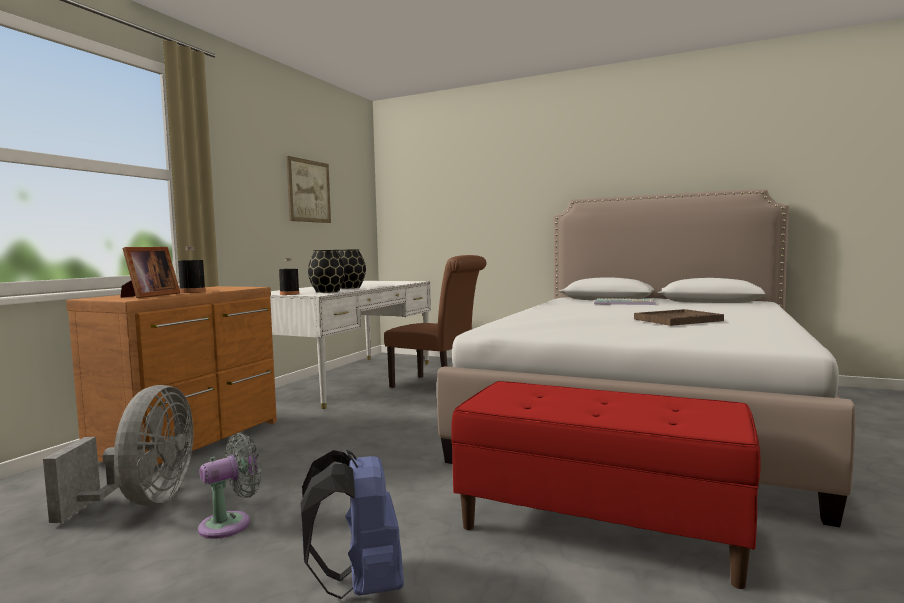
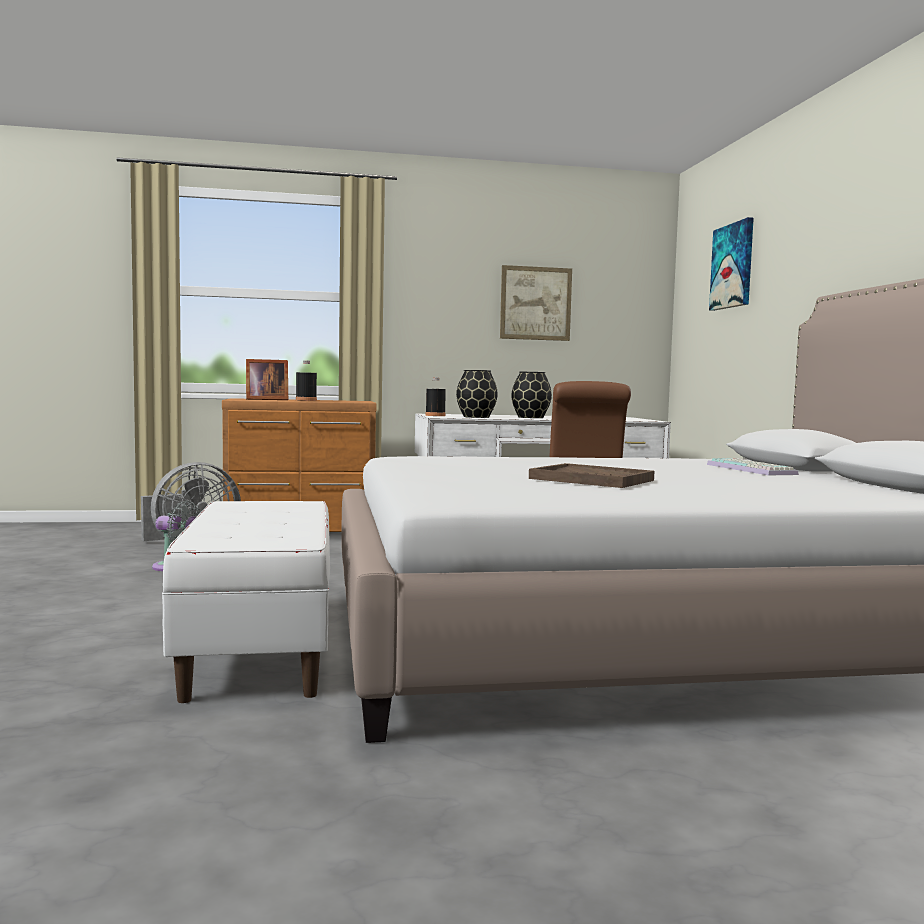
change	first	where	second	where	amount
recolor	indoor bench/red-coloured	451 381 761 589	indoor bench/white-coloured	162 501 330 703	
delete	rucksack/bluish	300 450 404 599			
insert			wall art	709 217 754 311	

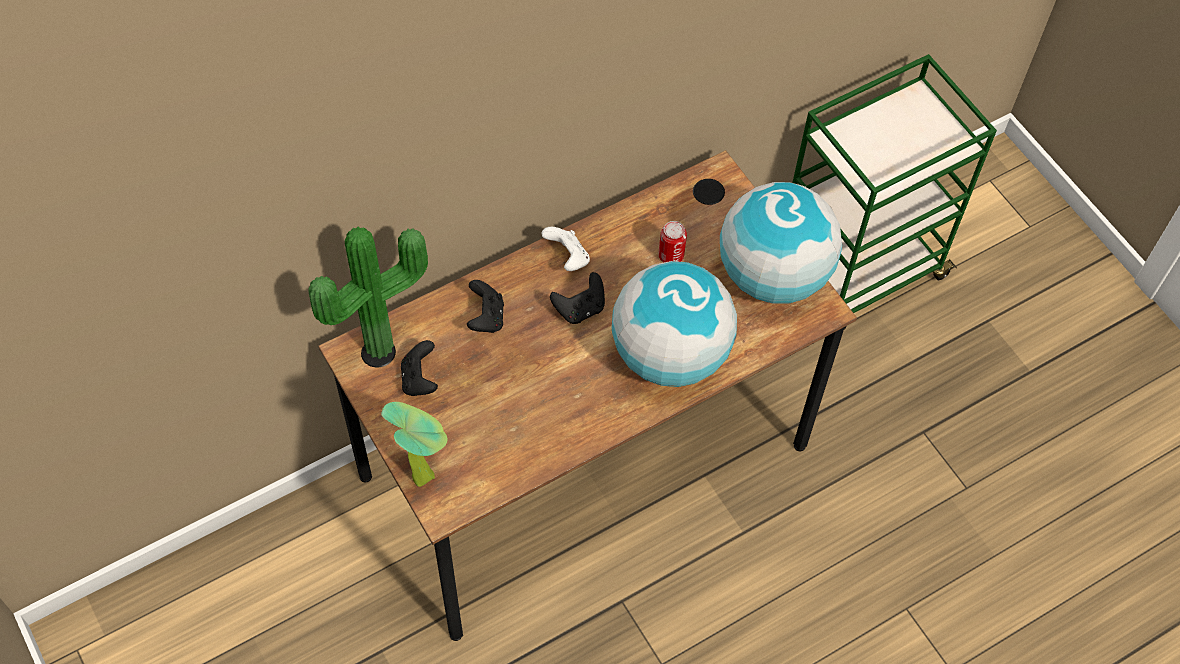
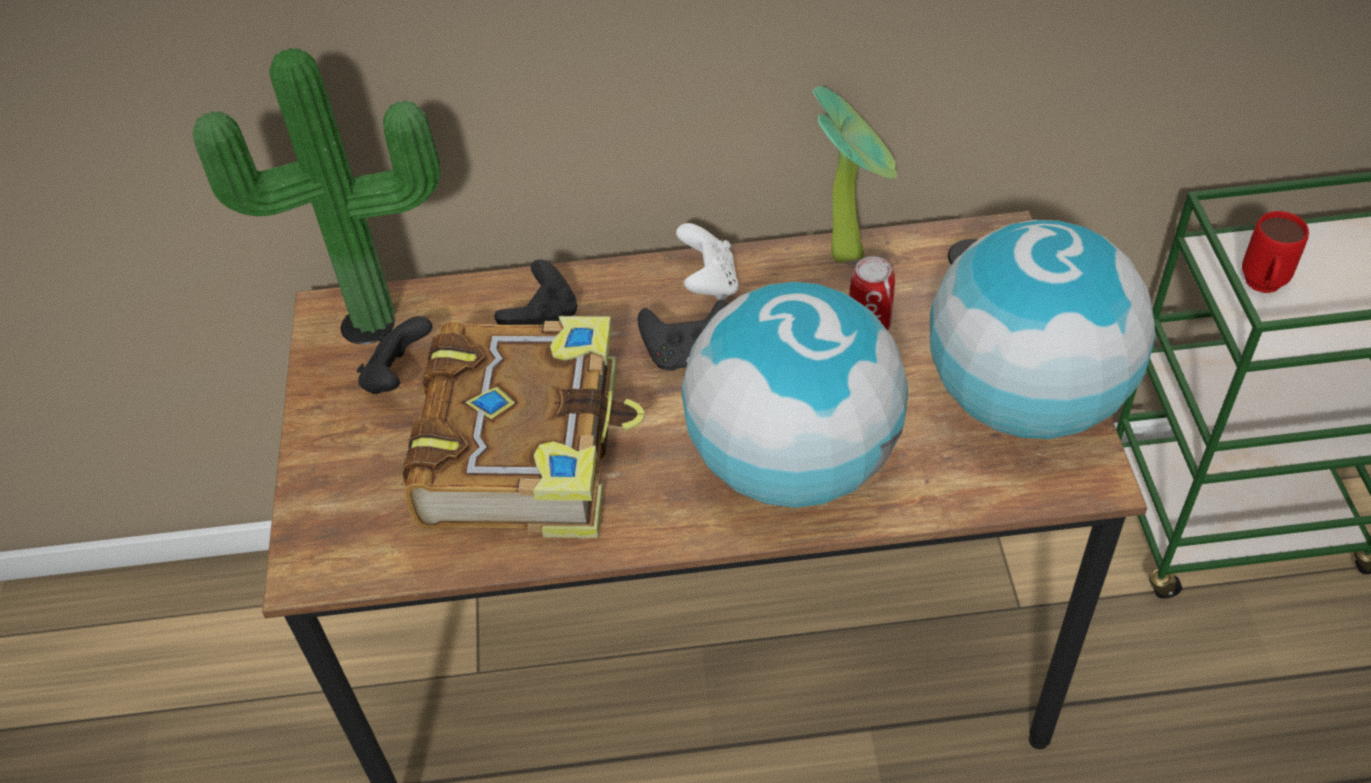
change	first	where	second	where	amount
move	plant in a pot	381 402 448 487		812 86 897 263	
insert			mug/red-coloured	1242 211 1309 293	
insert			book	402 316 645 538	

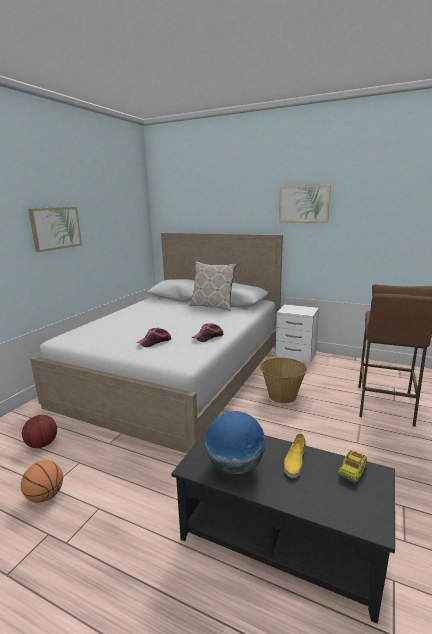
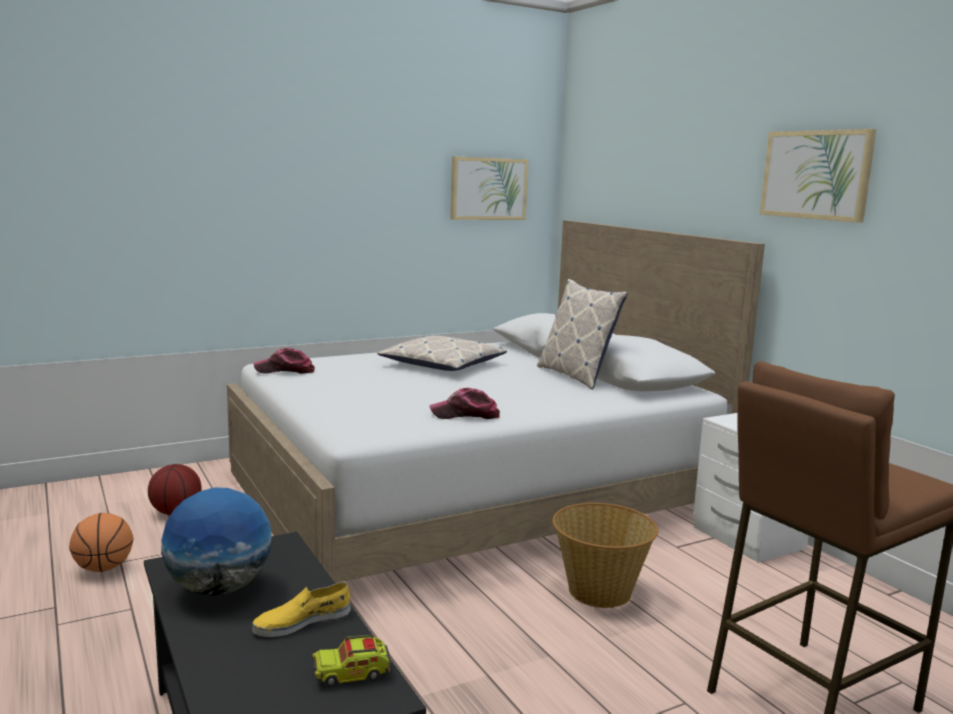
change	first	where	second	where	amount
move	wall art	28 207 82 252		450 156 528 220	
move	baseball cap	137 328 171 347		253 348 315 374	
insert			cushion	377 336 507 371	

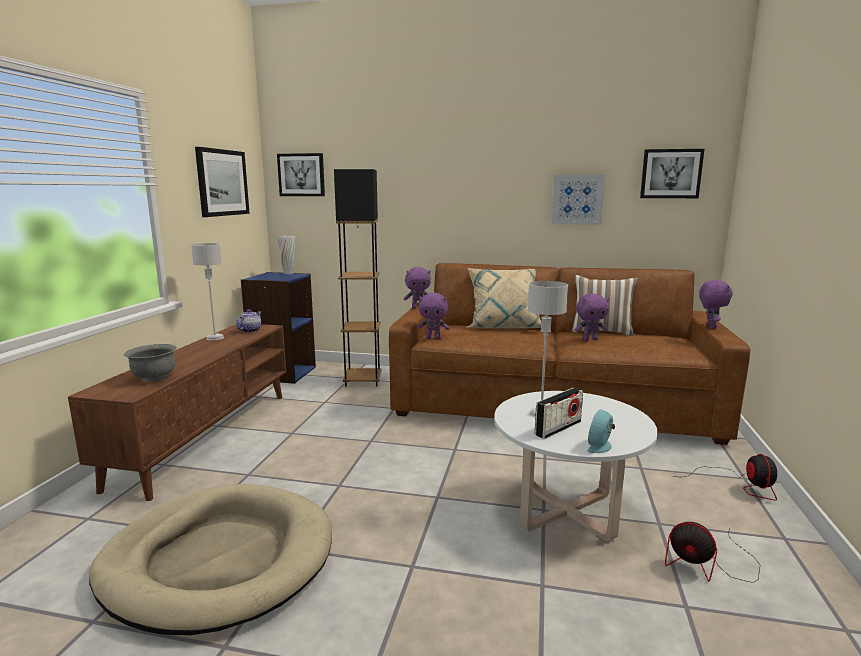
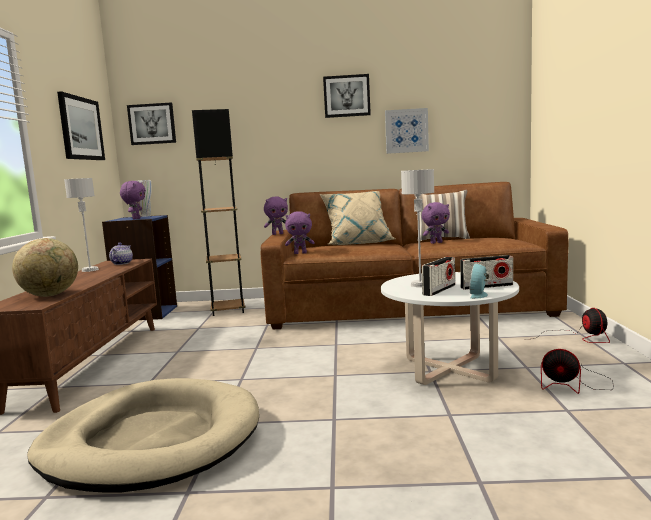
change	first	where	second	where	amount
move	wall art	640 149 704 198		323 74 371 118	
move	soft toy/purplish	699 280 733 329		120 181 146 219	
replace	bowl/grey	124 344 177 382	desk globe	12 238 78 297	
insert			radio set	460 255 513 290	

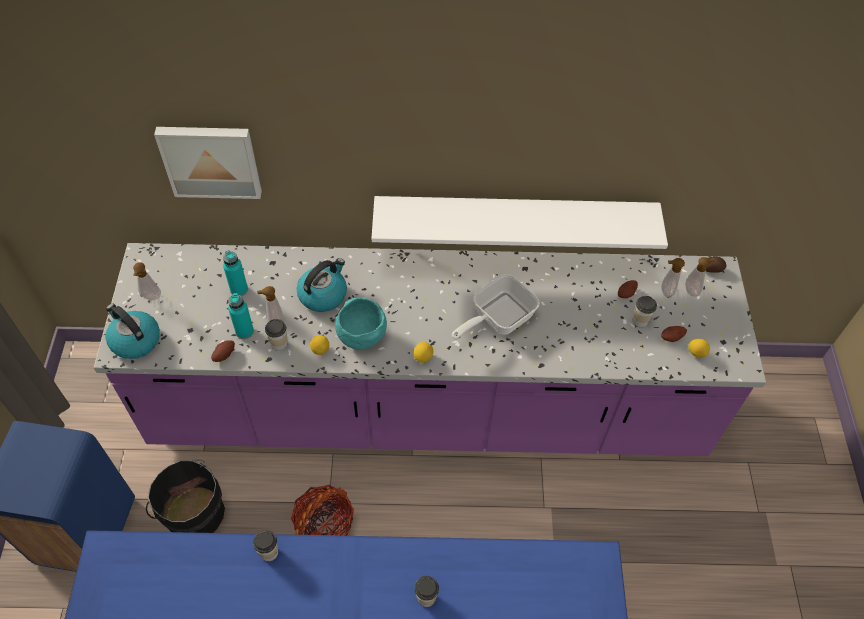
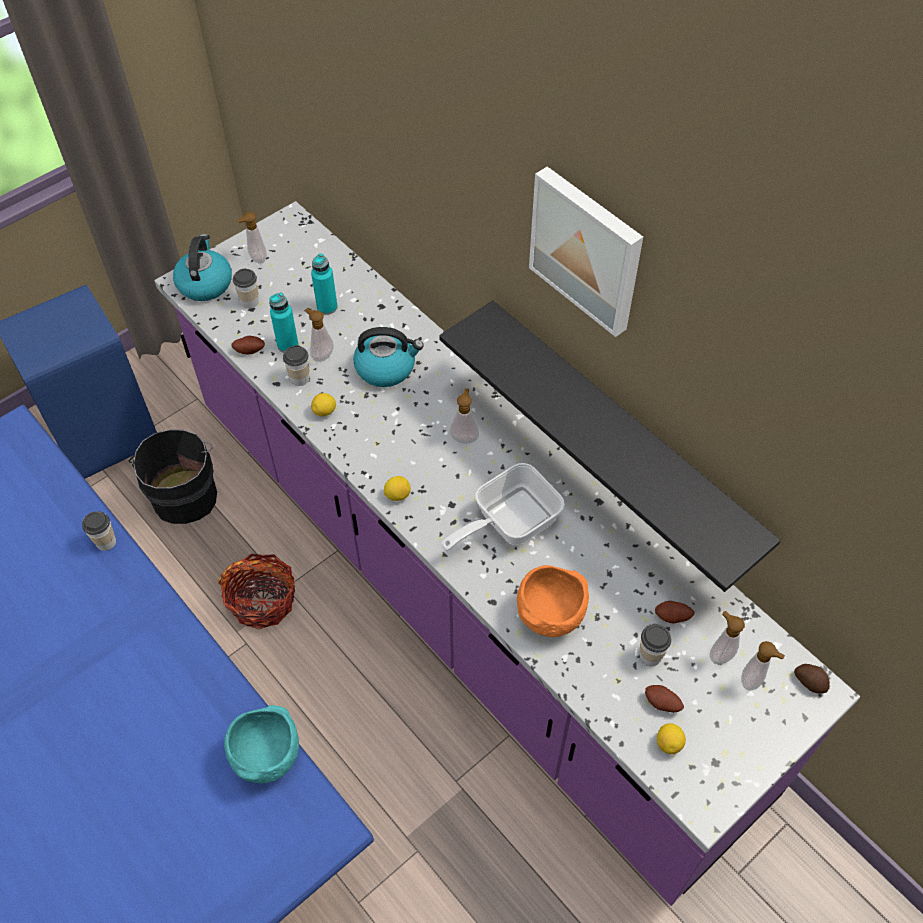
change	first	where	second	where	amount
move	wall art	154 127 262 199		529 166 643 337	
recolor	wall shelf/white-coloured	372 196 668 249	wall shelf/black	439 300 781 592	
rotate	pan	452 274 540 340		442 463 565 551	45 degrees counterclockwise
move	bowl/turquoise	335 298 387 350		224 705 299 784	
move	cup	415 576 439 607		233 269 259 309	
insert			soap dispenser	450 388 479 444	
insert			bowl/orangey	517 565 589 637	

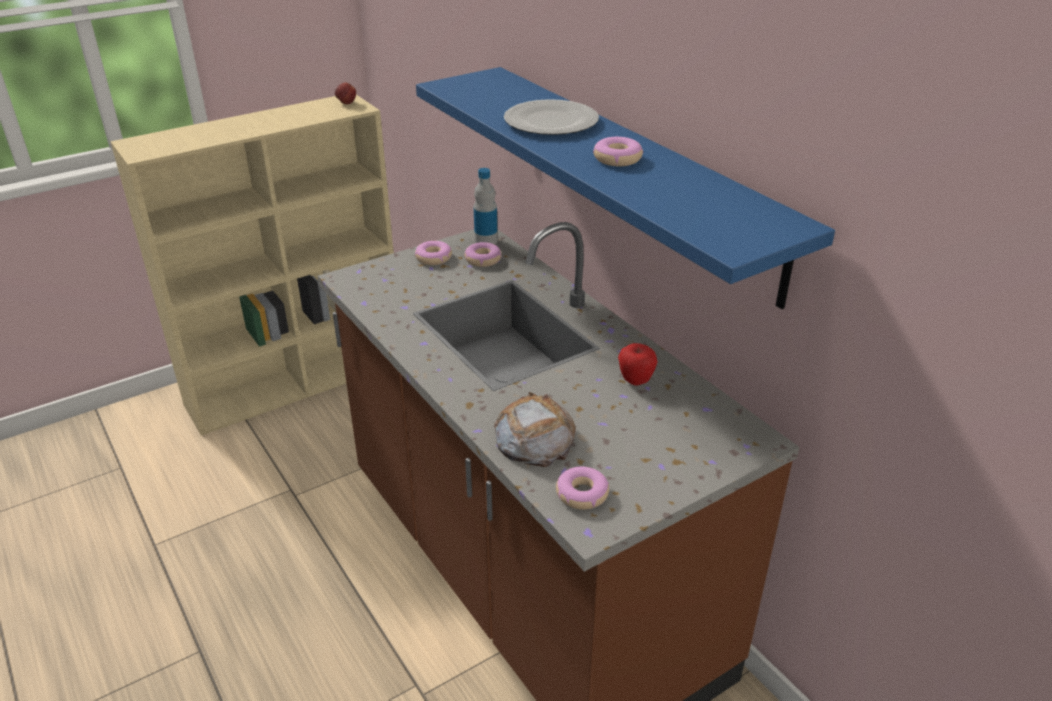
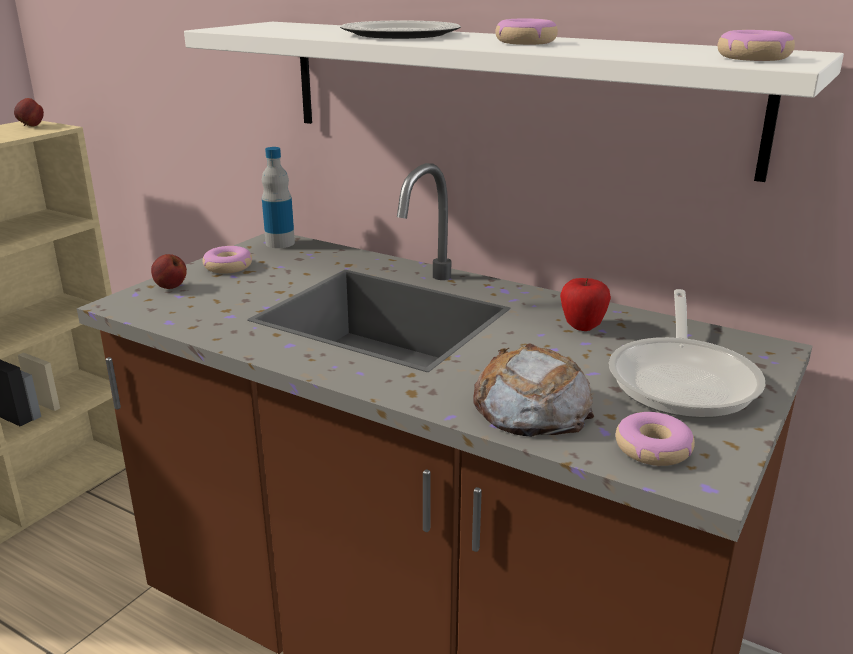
change	first	where	second	where	amount
recolor	wall shelf/bluish	416 67 835 309	wall shelf/white-coloured	184 22 844 182	
move	doughnut	464 242 502 267		717 30 795 61	
insert			apple fruit	151 254 187 289	
insert			pan	609 289 765 418	

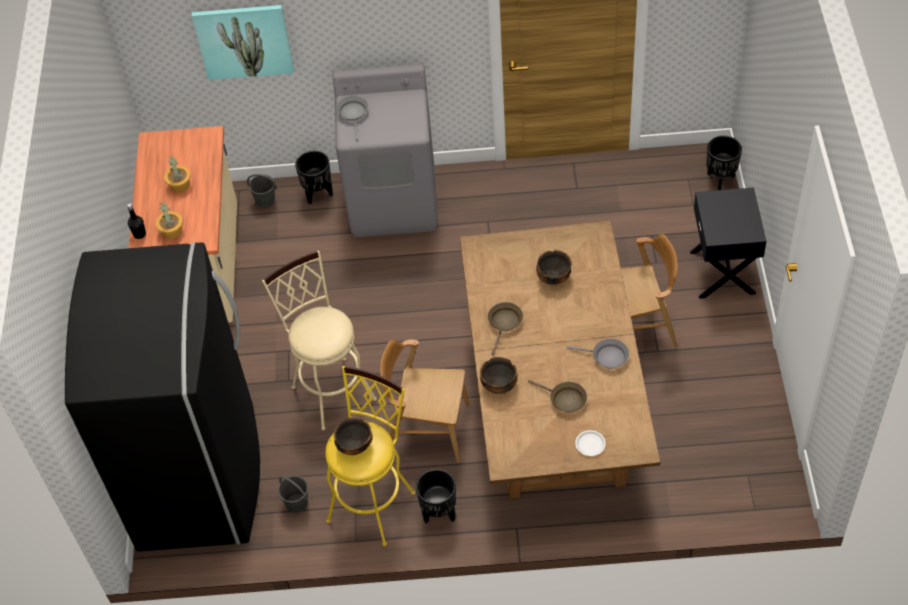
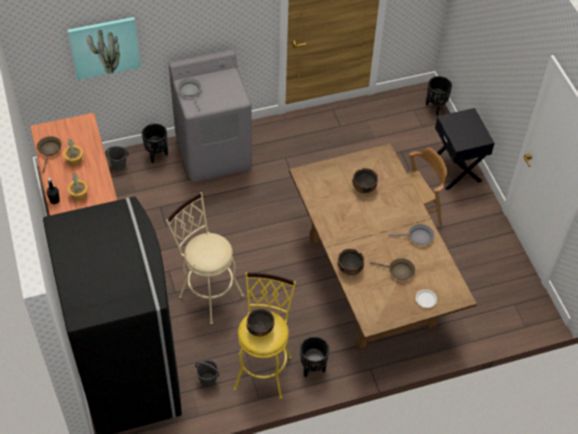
change	first	where	second	where	amount
move	pan/brown-coloured	488 302 523 355		37 136 62 173	
delete	upright chair/brown-coloured	380 339 470 463			

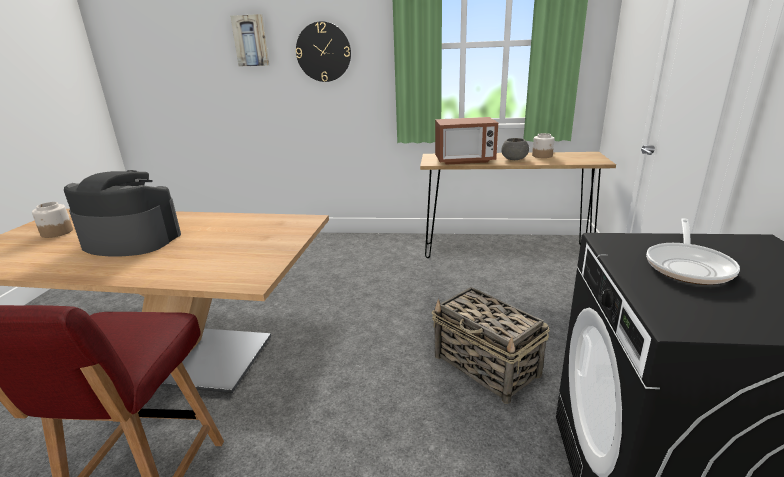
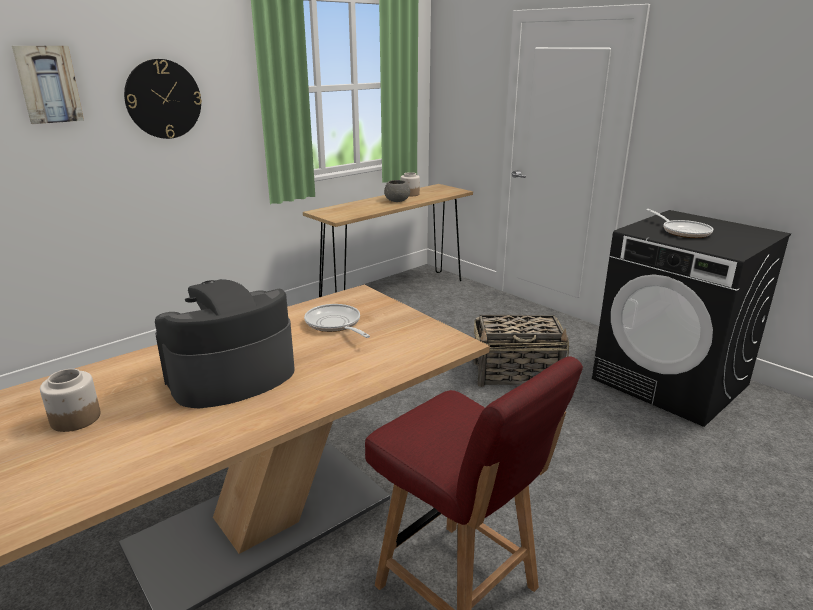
change	first	where	second	where	amount
delete	microwave	435 117 498 165			
insert			pan	304 304 370 338	

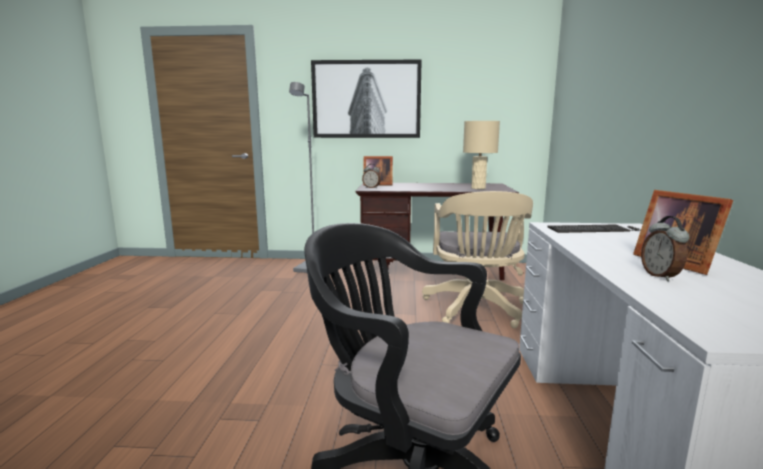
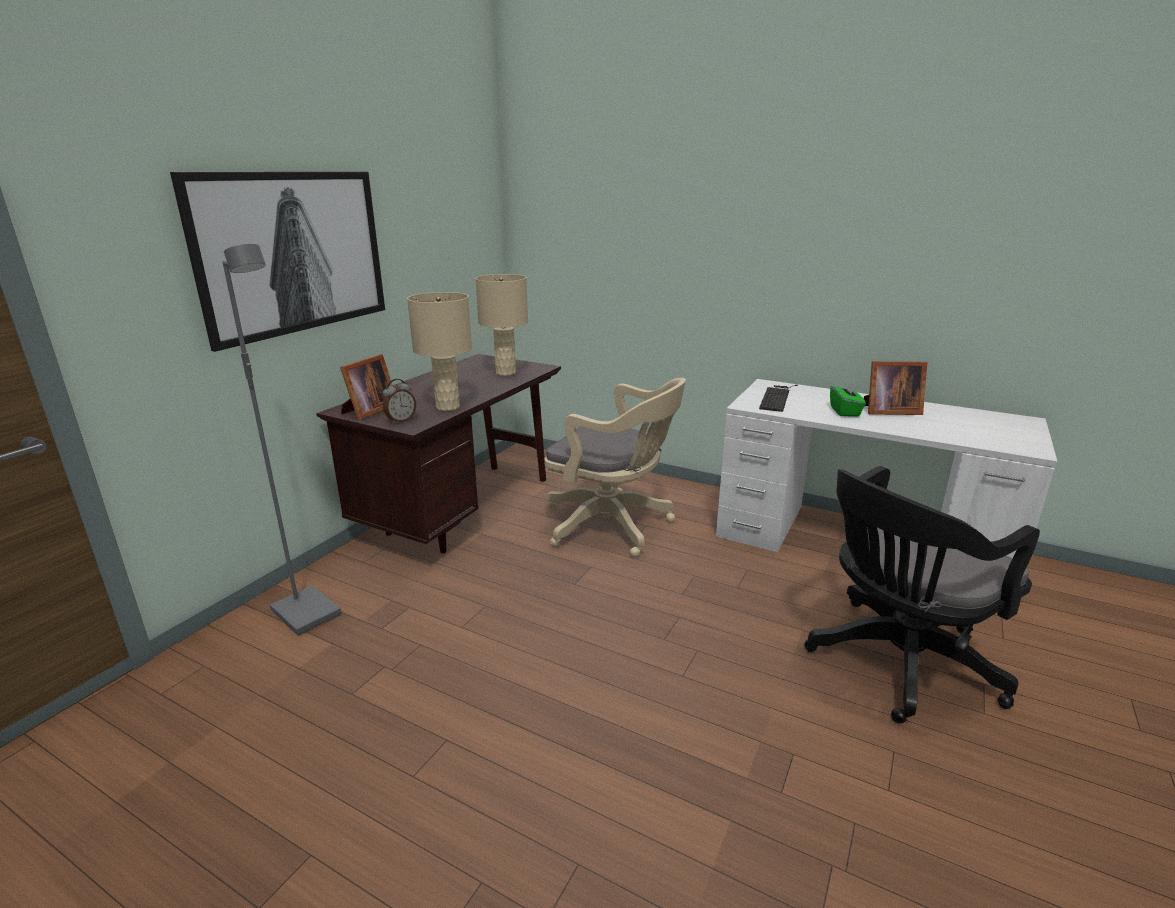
change	first	where	second	where	amount
delete	alarm clock	641 216 689 281			
insert			lamp for a table/beige-coloured	407 292 472 411	
insert			tissue box/green-coloured	830 381 866 416	

